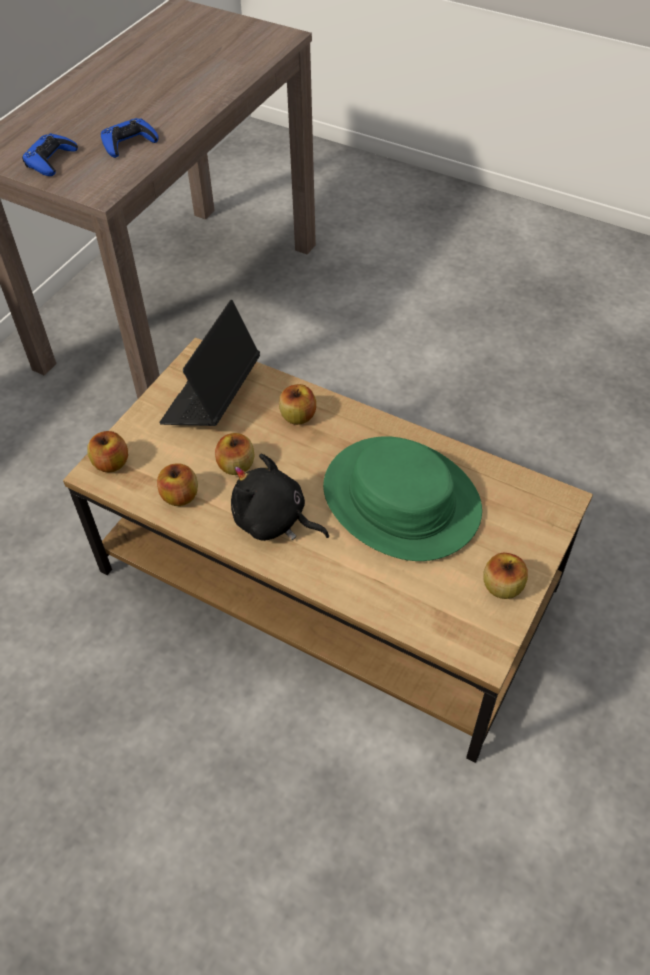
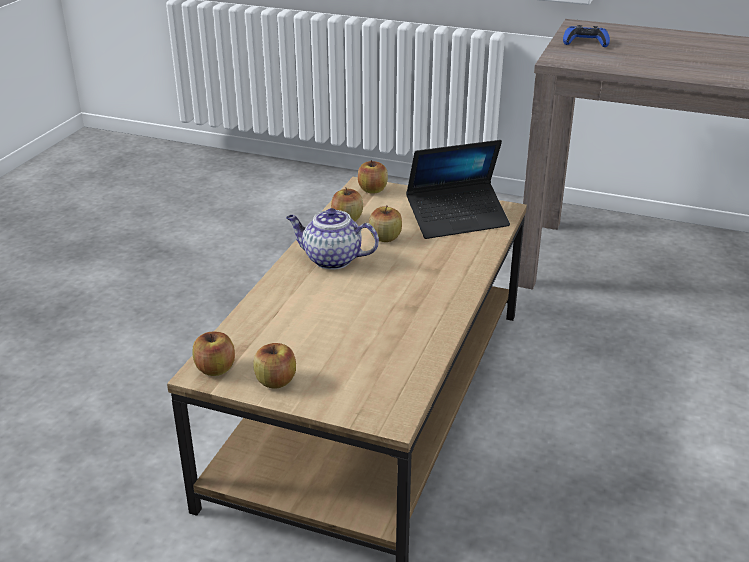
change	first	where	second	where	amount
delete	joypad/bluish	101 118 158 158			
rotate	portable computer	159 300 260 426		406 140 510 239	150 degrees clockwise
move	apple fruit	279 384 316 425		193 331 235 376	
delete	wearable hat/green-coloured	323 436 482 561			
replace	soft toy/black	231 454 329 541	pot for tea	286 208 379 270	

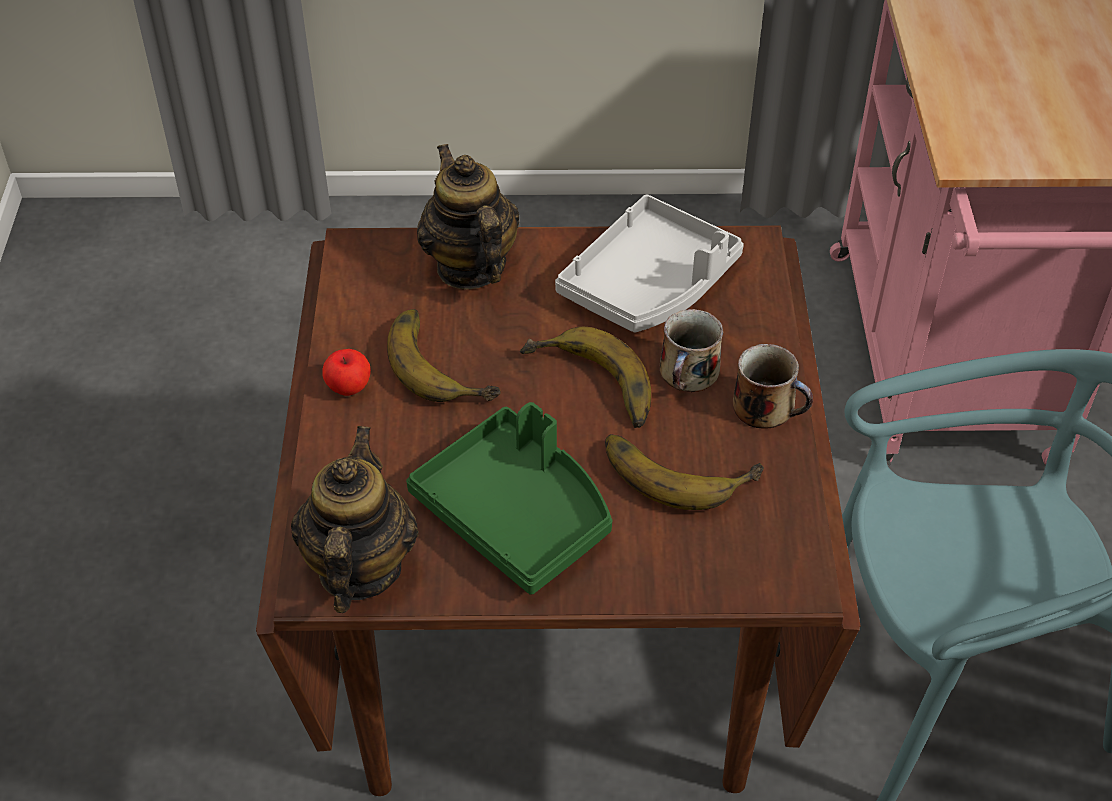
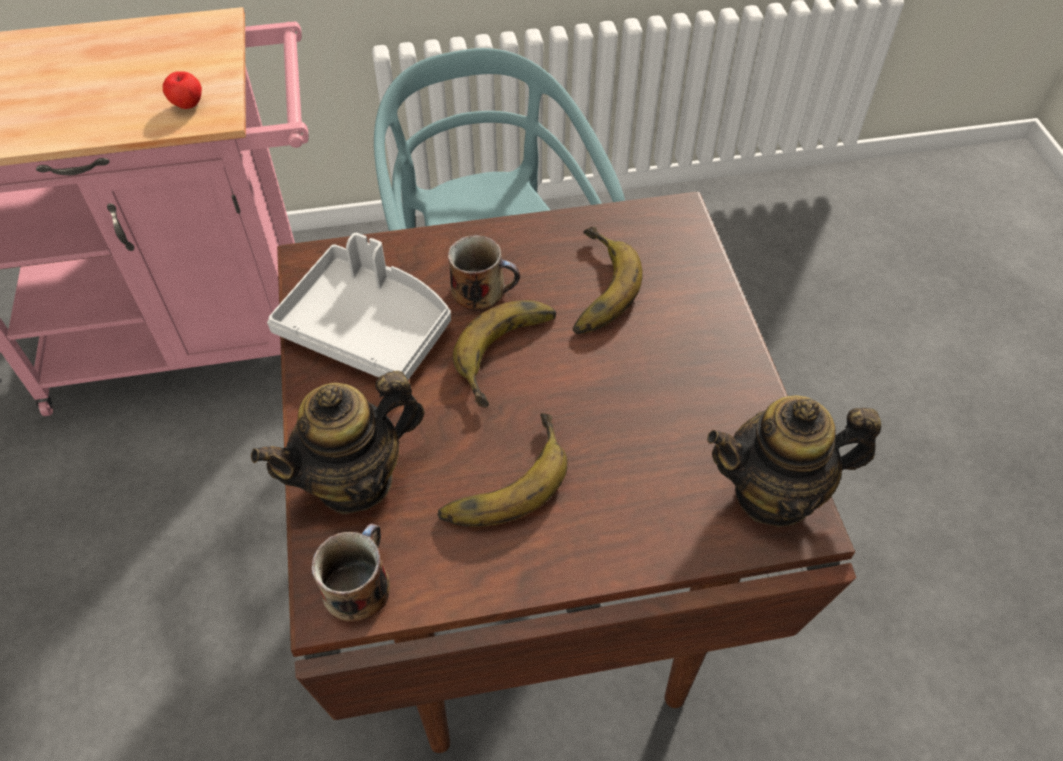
change	first	where	second	where	amount
move	mug	733 344 813 428		312 523 390 622	
move	apple fruit	323 349 371 396		163 71 202 109	
delete	carrying tray/green-coloured	406 402 612 595			

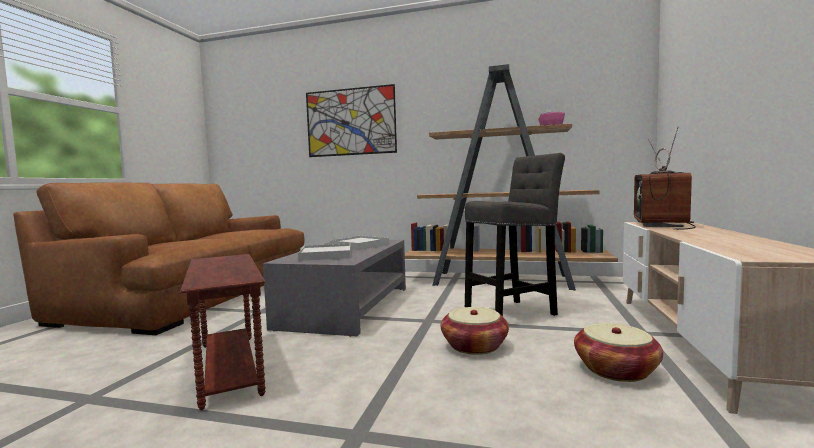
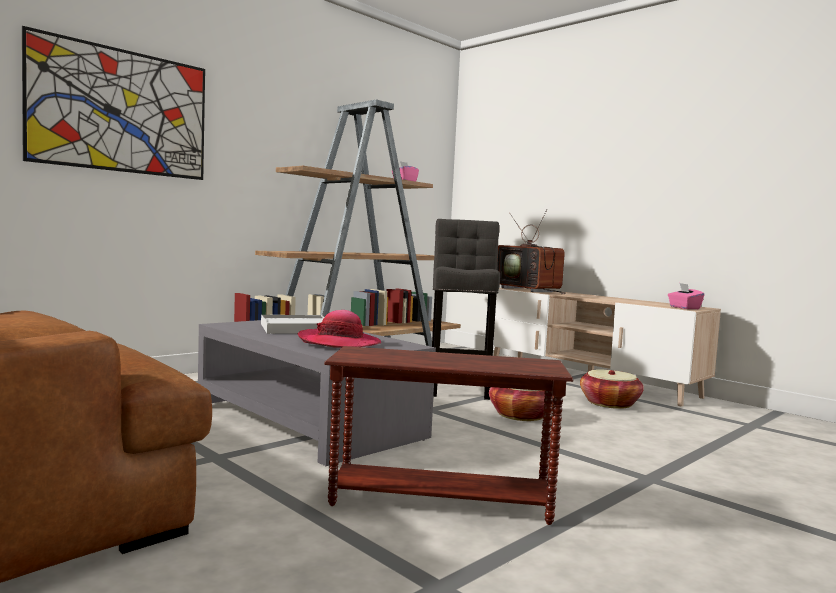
change	first	where	second	where	amount
replace	carrying tray/white-coloured	298 244 351 261	wearable hat	298 310 382 348	
insert			tissue box/pink-coloured	668 283 705 309	

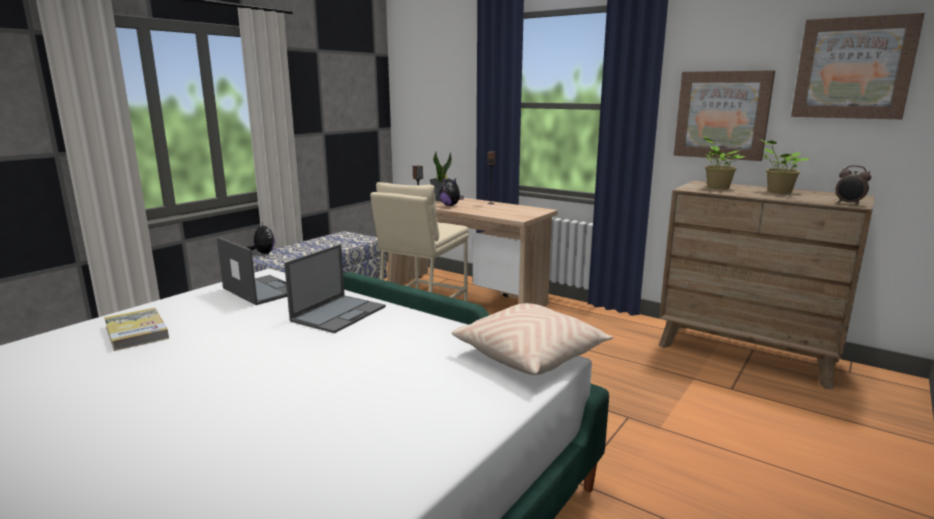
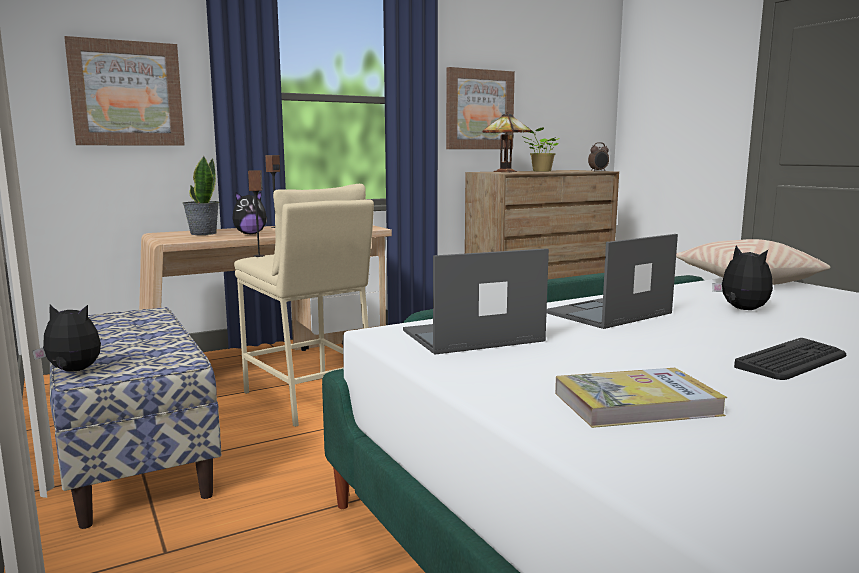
change	first	where	second	where	amount
move	wall art	791 13 925 119		64 36 185 146	
replace	plant in a pot	704 136 746 189	lamp for a table	482 111 531 172	
rotate	portable computer	284 244 386 333		547 234 678 329	90 degrees counterclockwise
insert			soft toy	712 245 773 310	
insert			keyboard	734 338 846 380	

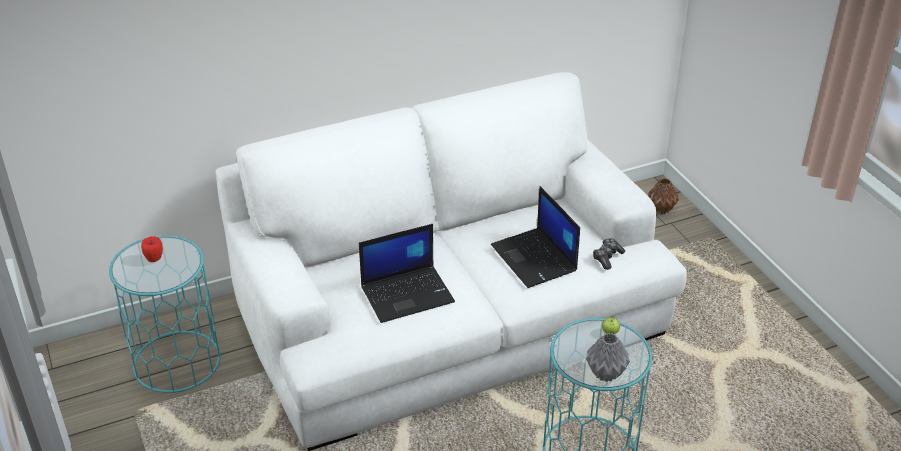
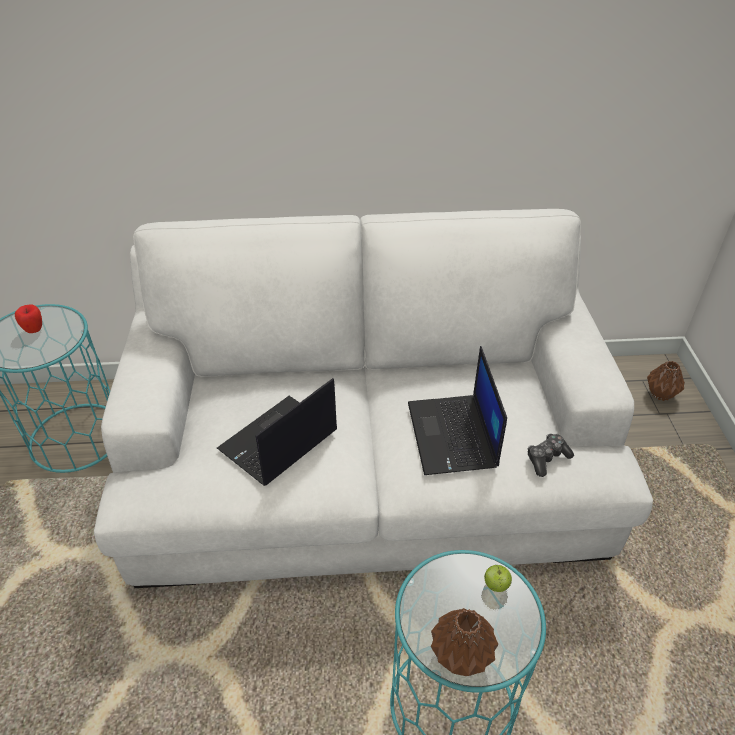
change	first	where	second	where	amount
rotate	portable computer	359 224 455 323		217 378 337 486	135 degrees clockwise
recolor	vase/grey	586 333 630 382	vase/brown-coloured	431 608 498 676	

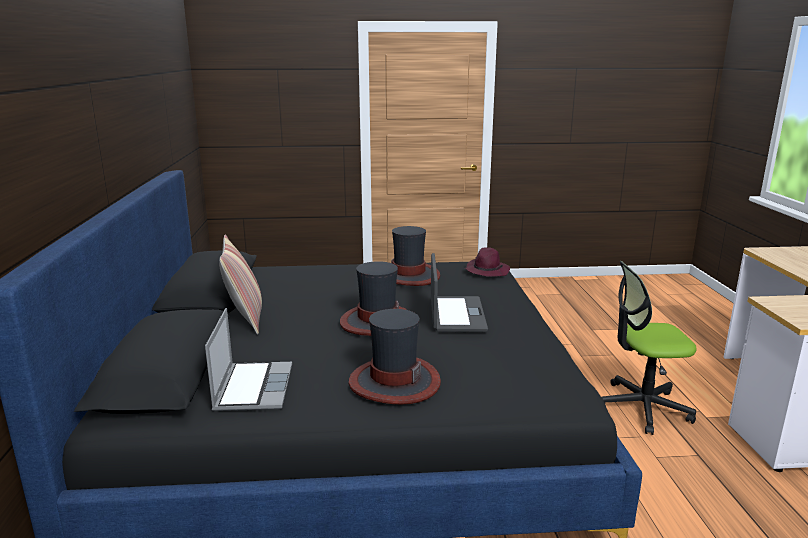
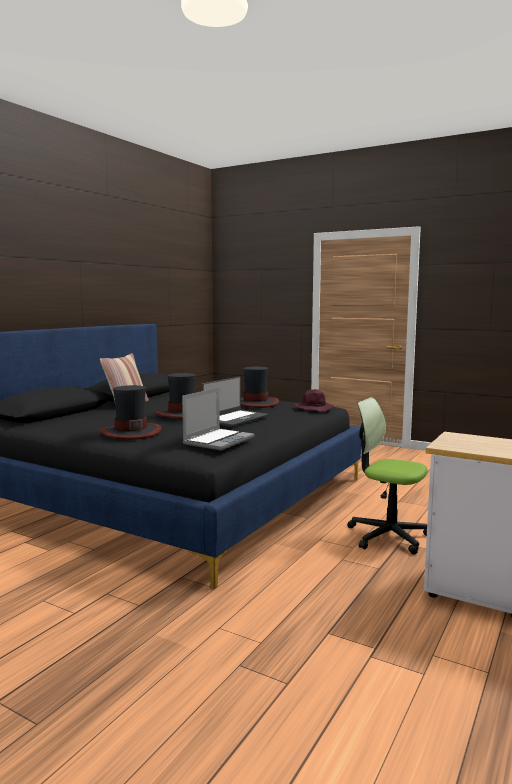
change	first	where	second	where	amount
move	portable computer	205 308 292 411		182 387 255 450	

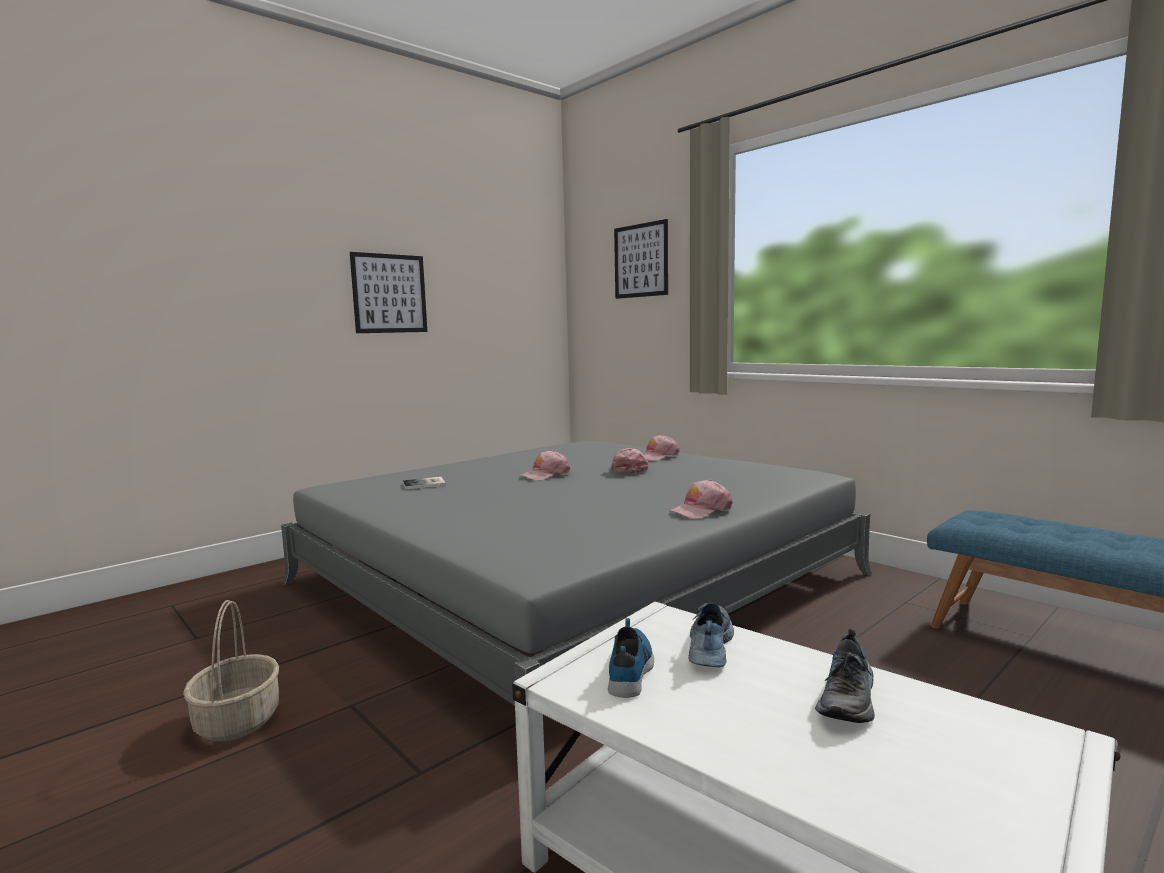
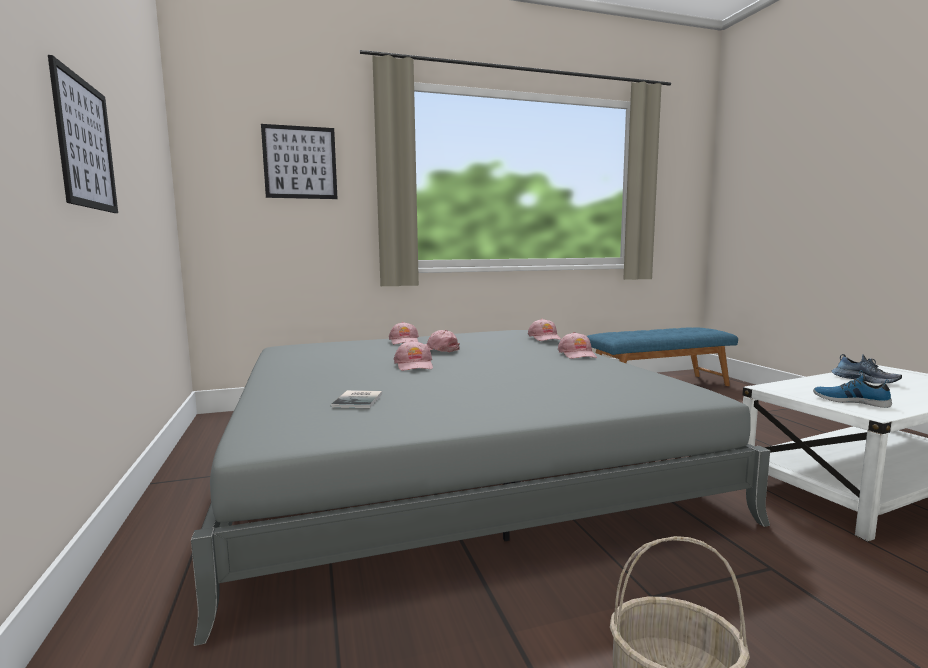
change	first	where	second	where	amount
delete	low shoe	688 603 734 667			
insert			baseball cap/pink-coloured	528 319 561 341	

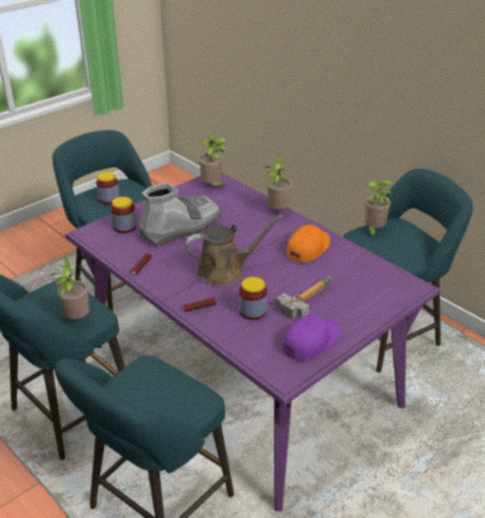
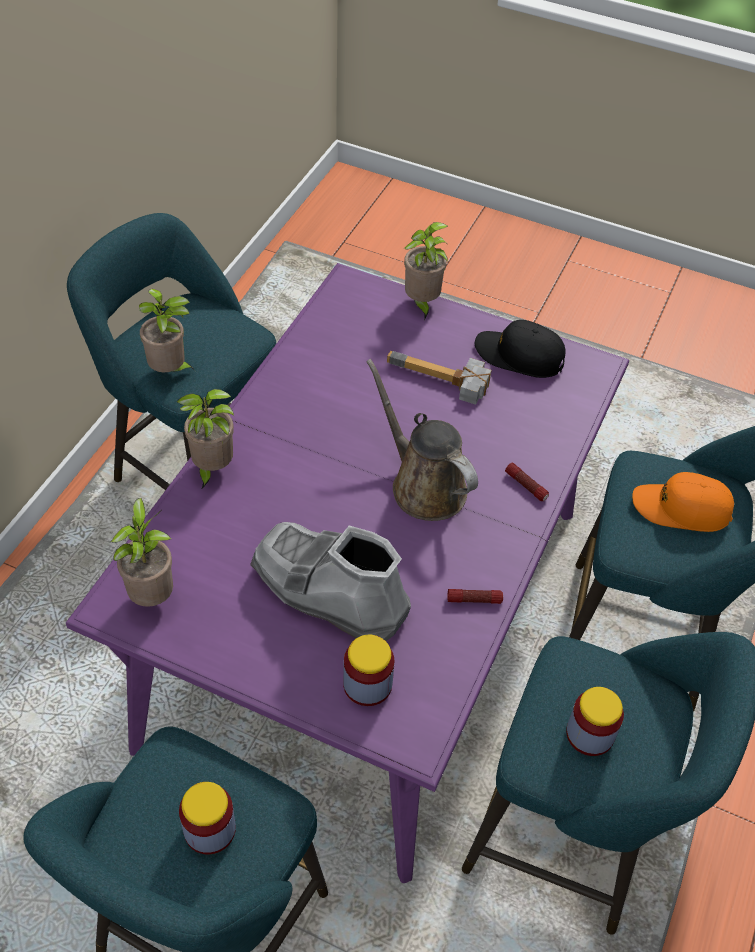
change	first	where	second	where	amount
move	baseball cap/orangey	286 225 330 262		632 472 734 532	
move	plant in a pot	50 257 90 319		404 222 448 320	
move	jar	239 277 267 320		566 687 624 756	
recolor	baseball cap/purplish	282 314 340 360	baseball cap/black	475 320 565 378	

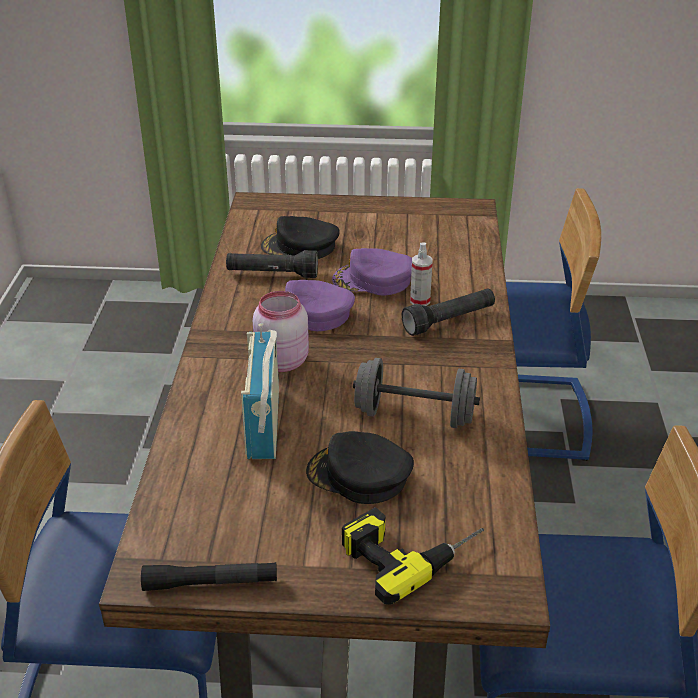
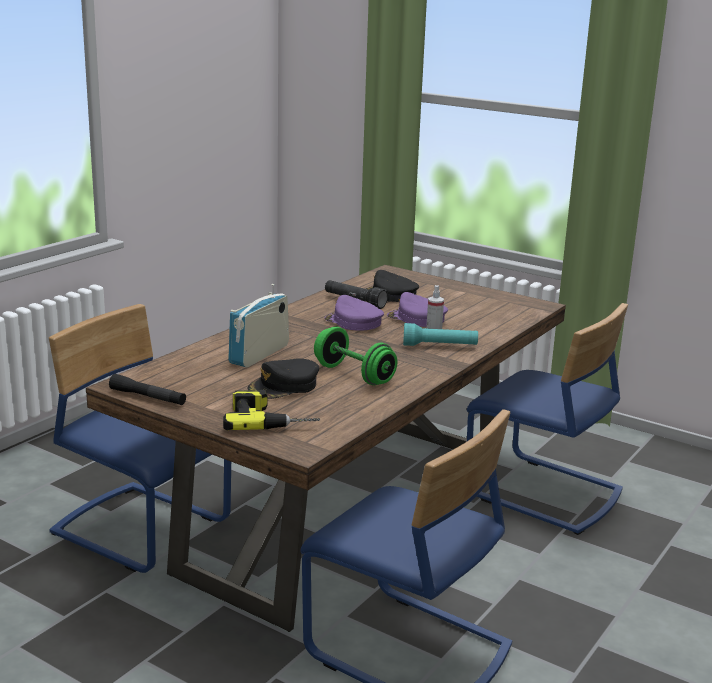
change	first	where	second	where	amount
recolor	torch/black	402 289 495 336	torch/turquoise	403 323 478 346	
delete	jar/pink-coloured	253 291 309 372			
recolor	hand weight/grey	353 358 480 428	hand weight/green-coloured	314 326 397 385	
rotate	baseball cap/black	306 431 414 504		248 358 319 399	90 degrees counterclockwise

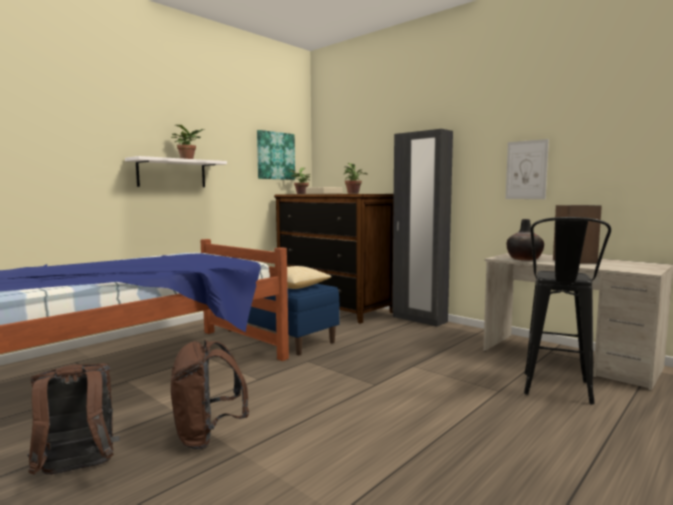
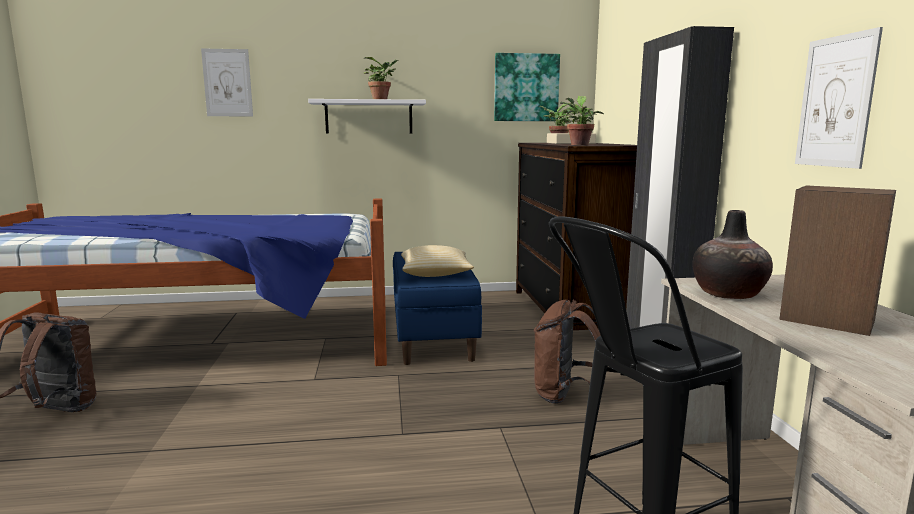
change	first	where	second	where	amount
move	rucksack/brown-coloured	171 340 249 449		534 300 608 404	
insert			wall art	201 48 253 116	

